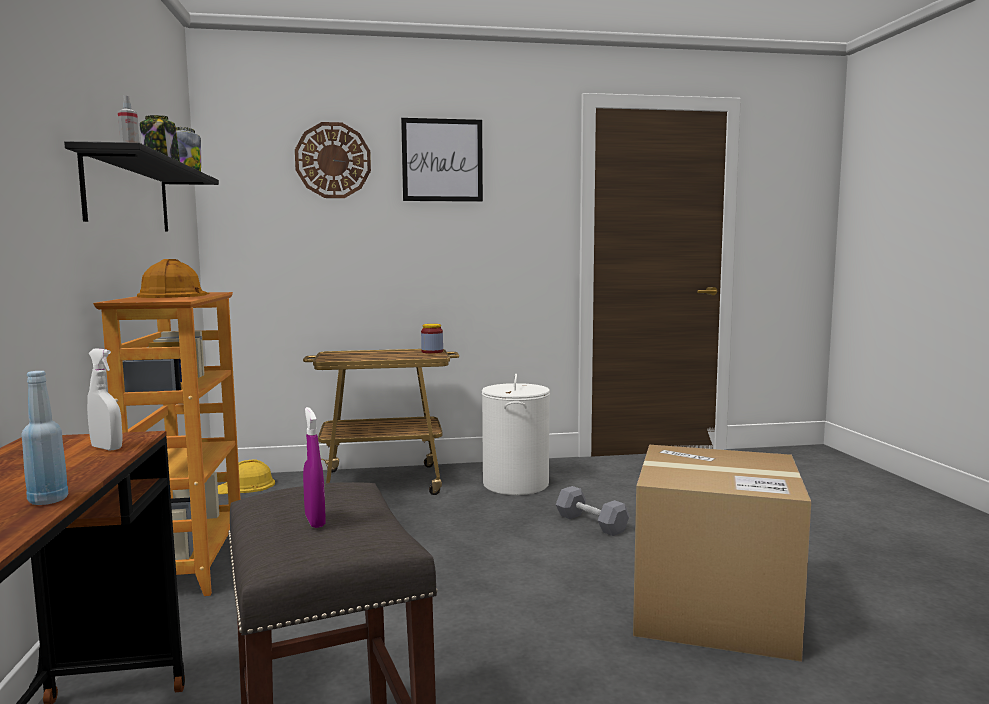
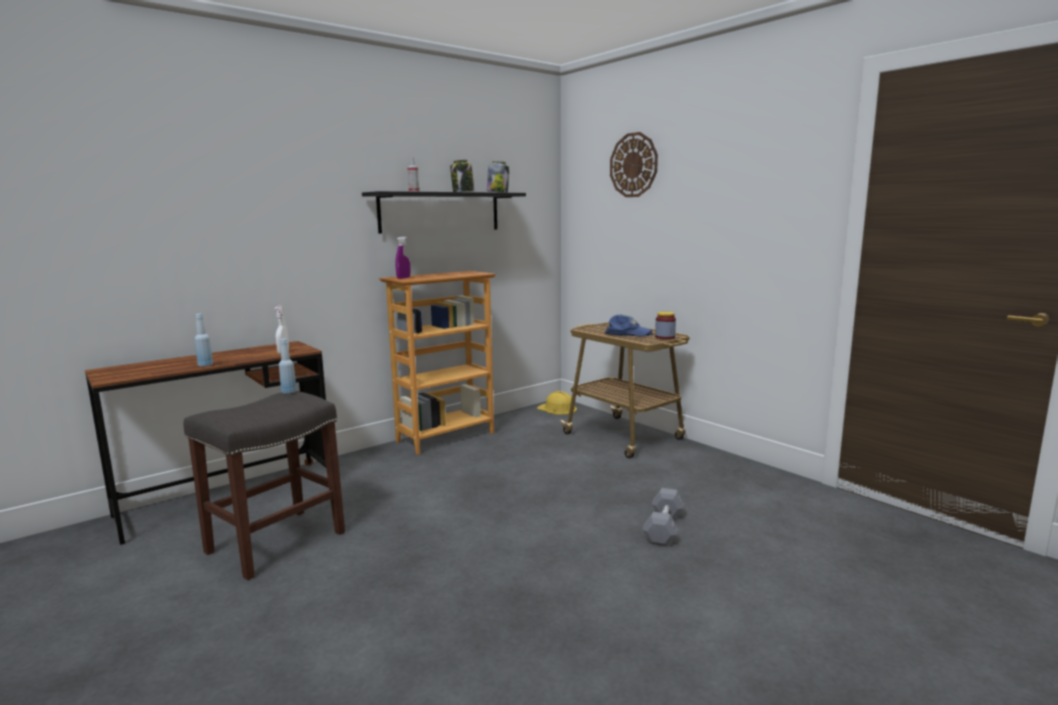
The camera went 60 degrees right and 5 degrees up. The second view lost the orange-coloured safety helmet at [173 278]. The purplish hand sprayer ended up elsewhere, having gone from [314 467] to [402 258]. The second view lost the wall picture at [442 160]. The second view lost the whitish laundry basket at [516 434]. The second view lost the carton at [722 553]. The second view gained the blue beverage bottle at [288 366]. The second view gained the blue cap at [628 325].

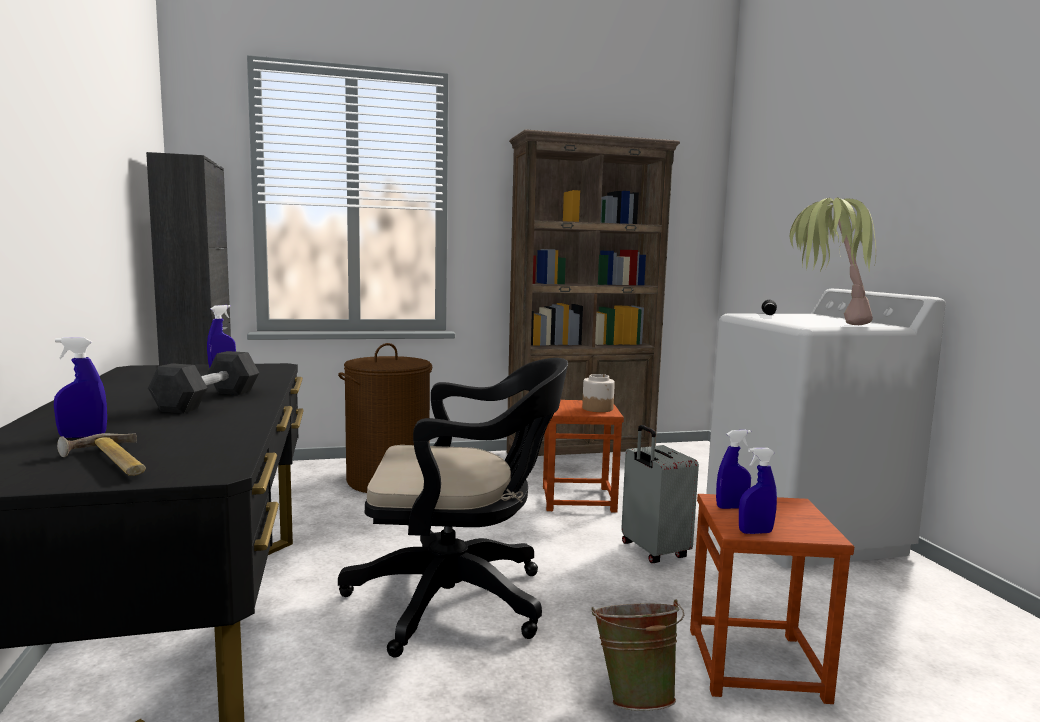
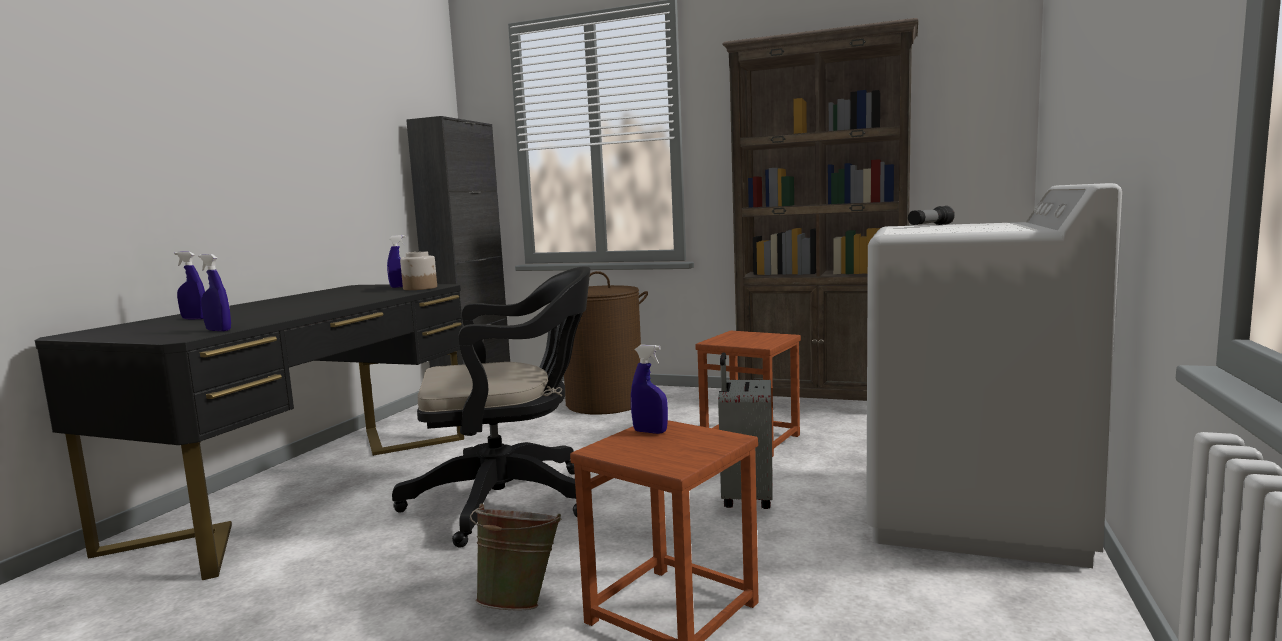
The camera went 35 degrees right and 0 degrees up. The second view lost the tool hammer at [101 454]. The second view lost the blackish free weight at [203 382]. The blackish desk chair at [453 508] ended up facing another way, 45 degrees counterclockwise from before. The preserve jar ended up elsewhere, having gone from [598 393] to [418 270]. The blue hand sprayer ended up elsewhere, having gone from [758 491] to [214 292]. The second view lost the potted plant at [833 261].

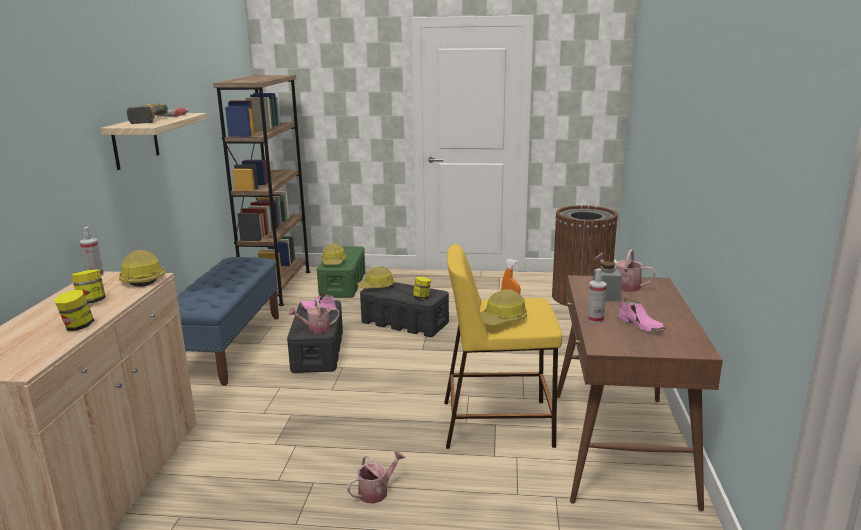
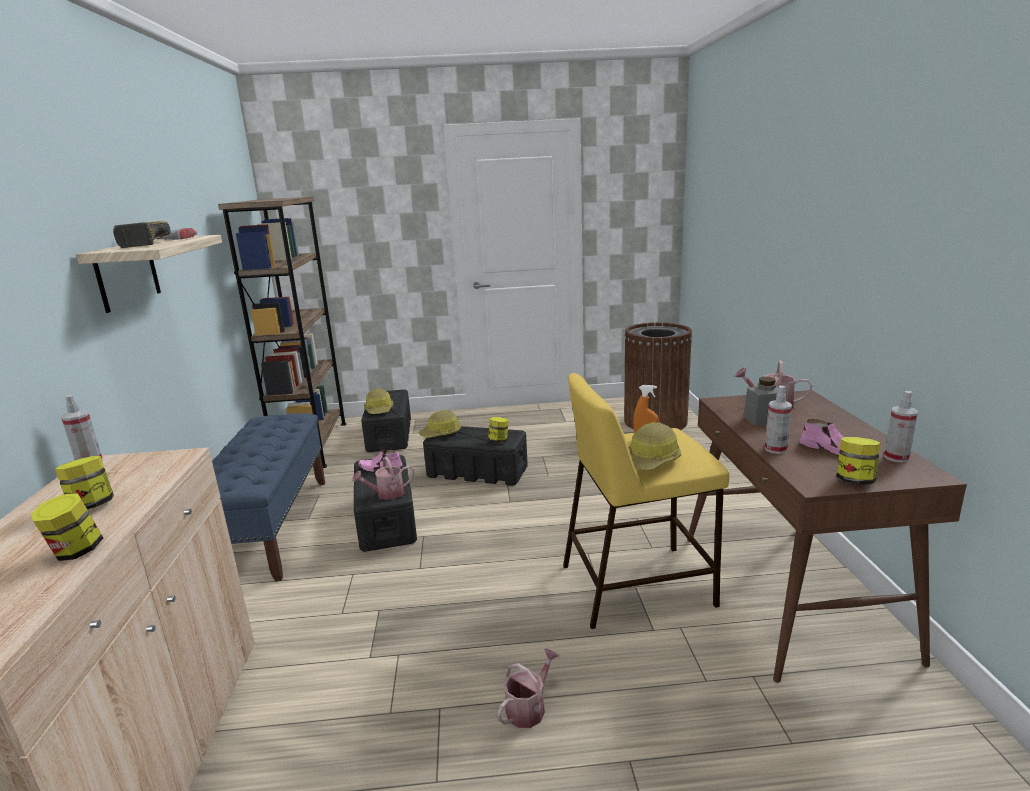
The camera went 10 degrees left and 0 degrees up. The second view lost the safety helmet at [142 268]. What was the green storage bin at [341 272] turned into the blackish storage bin at [386 420]. The second view gained the preserve jar at [859 460]. The second view gained the hand sprayer at [901 427].

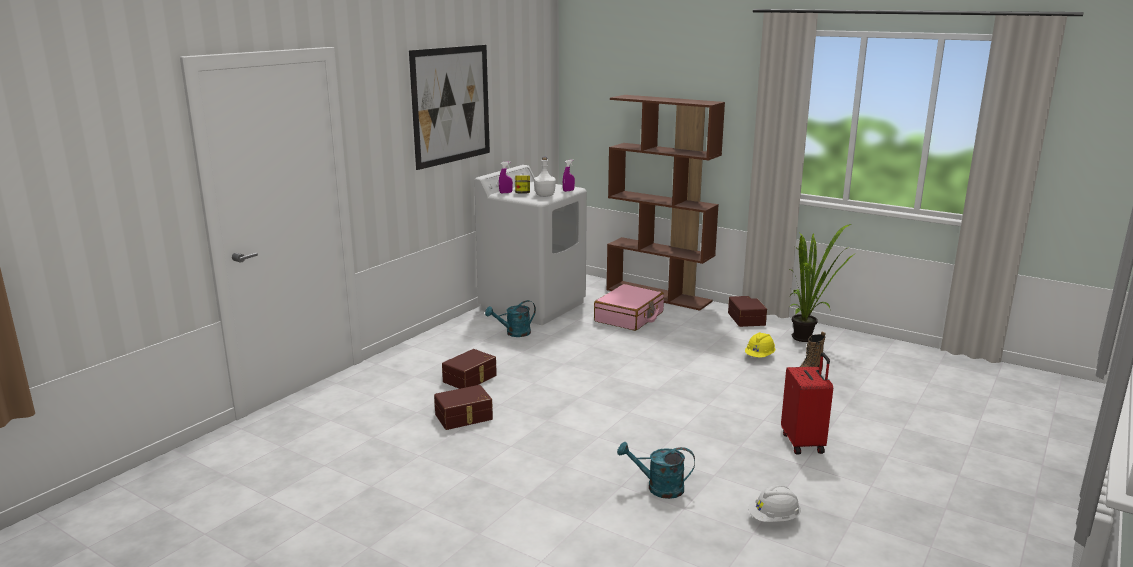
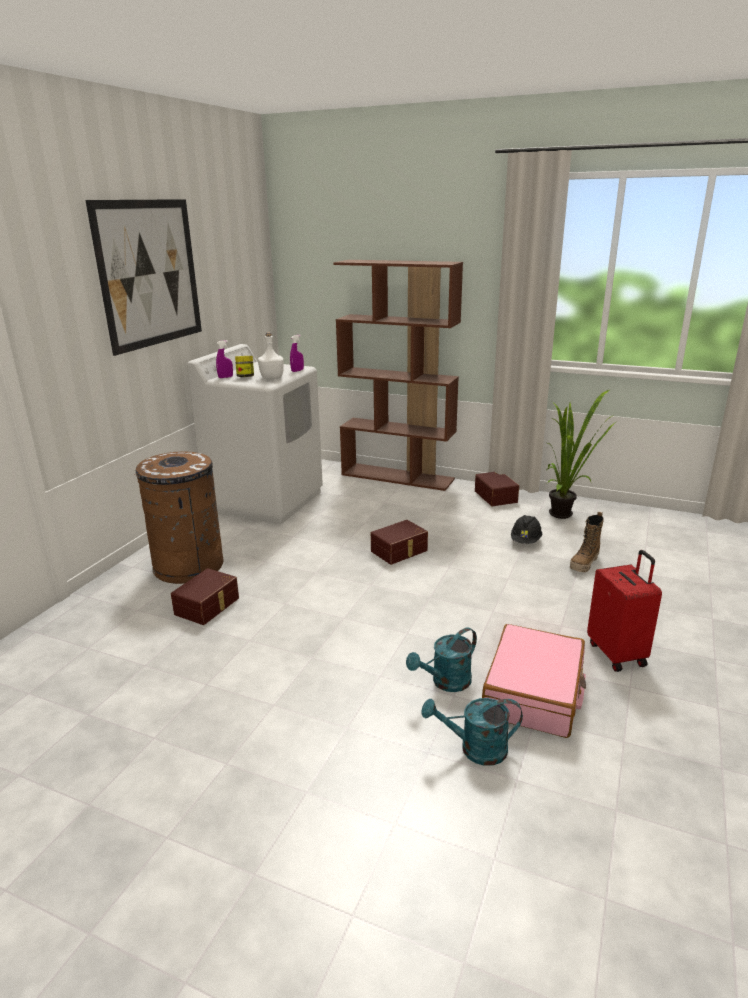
The camera went 10 degrees left and 5 degrees up. The brown storage bin ended up elsewhere, having gone from [463 407] to [399 542]. The blue-green watering can ended up elsewhere, having gone from [510 318] to [441 659]. The pink-coloured suitcase ended up elsewhere, having gone from [629 307] to [534 681]. What was the yellowish safety helmet at [760 345] turned into the blackish safety helmet at [526 529]. The second view lost the whitish safety helmet at [774 503]. The second view gained the brown waste bin at [179 518].

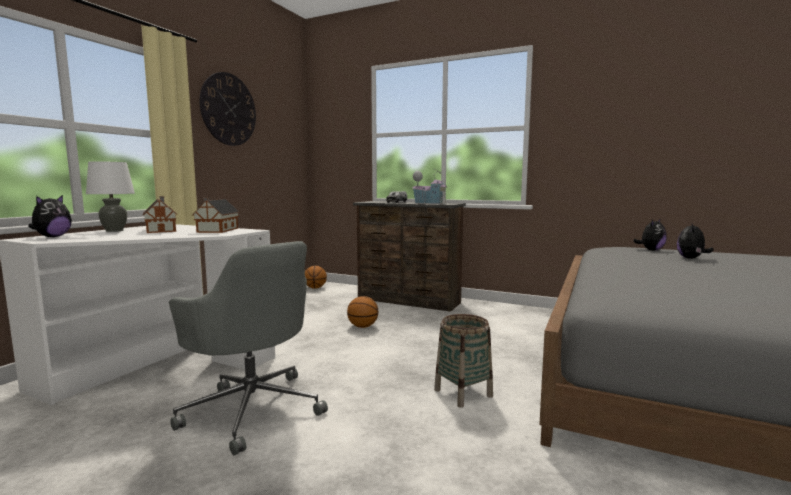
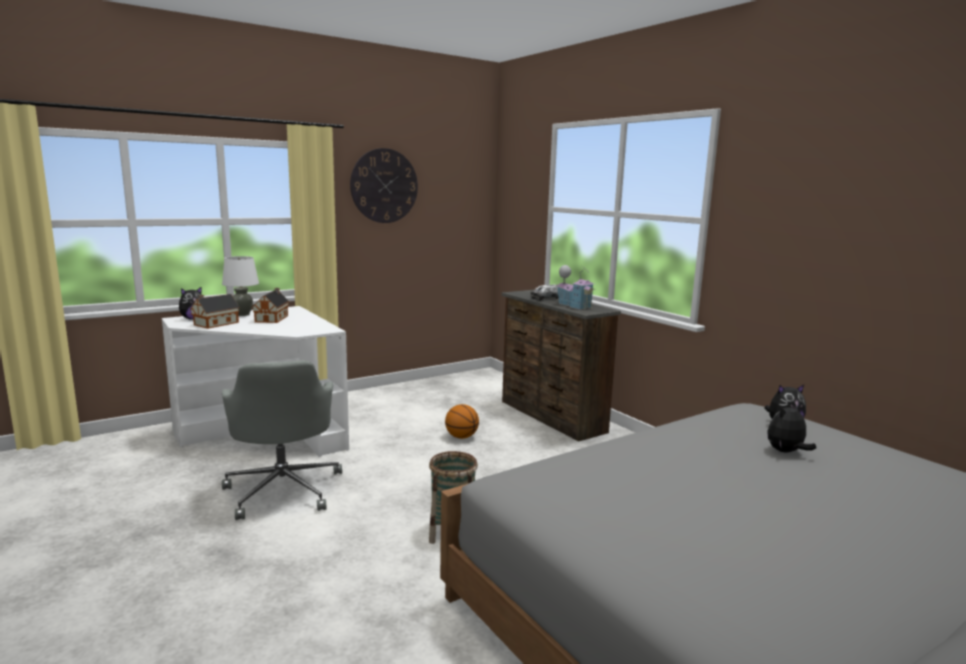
The camera went 30 degrees right and 5 degrees up. The toy house ended up elsewhere, having gone from [216 215] to [215 311]. The second view lost the basketball ball at [316 277].

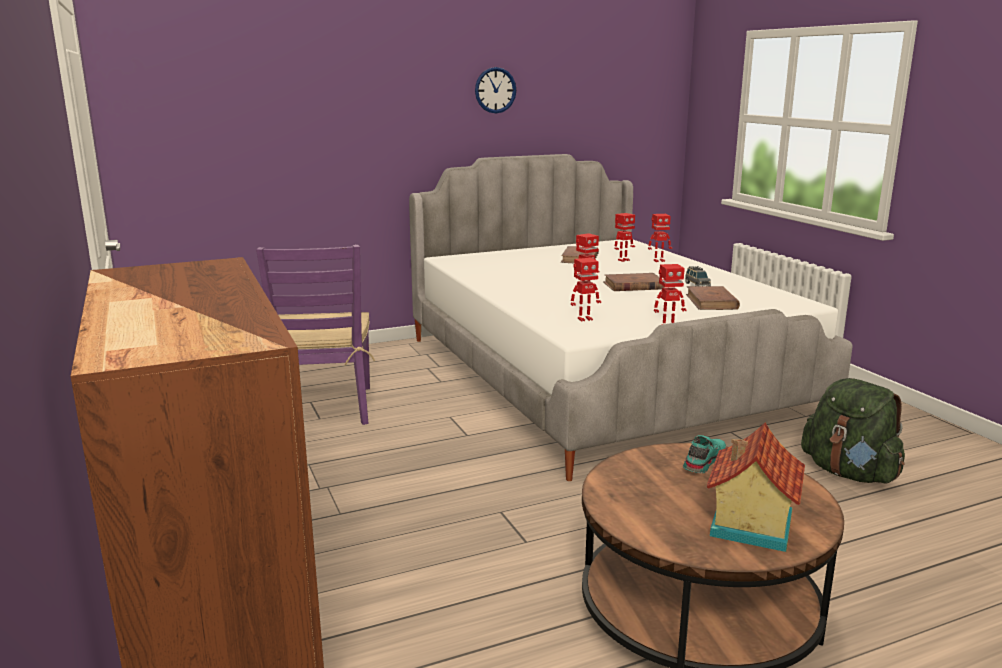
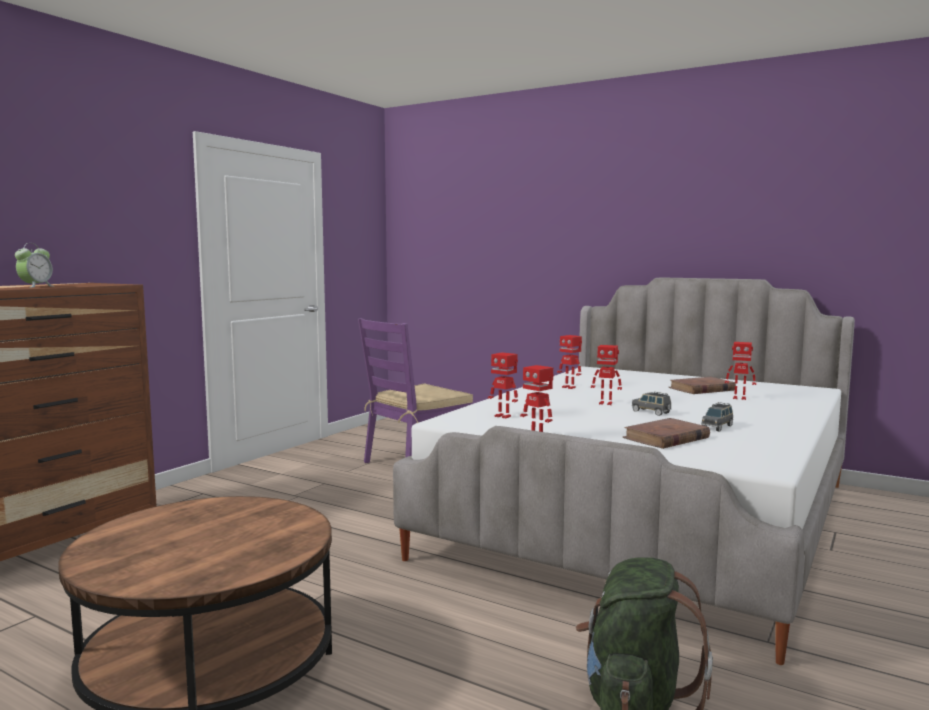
The camera went 55 degrees right and 10 degrees down. The second view lost the clock on the wall at [495 90]. Where the brown bound book stood at [634 282], the gray toy car came to stand at [651 404]. The toy robot ended up elsewhere, having gone from [660 238] to [569 362]. The second view lost the blue-green shoe at [704 454]. The second view lost the toy house at [756 487]. The second view gained the bedside clock at [34 265].

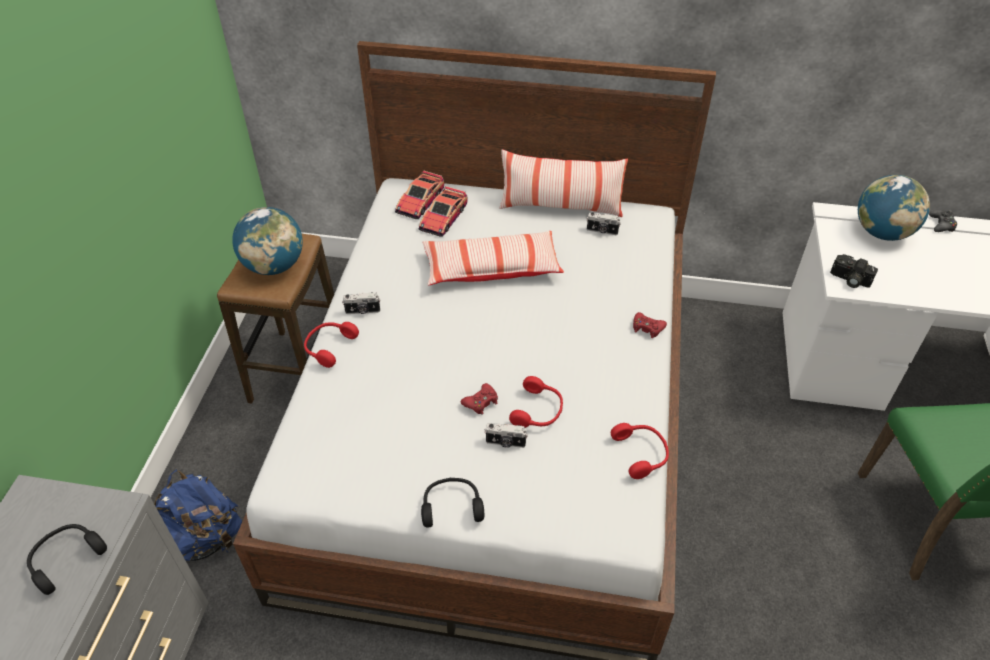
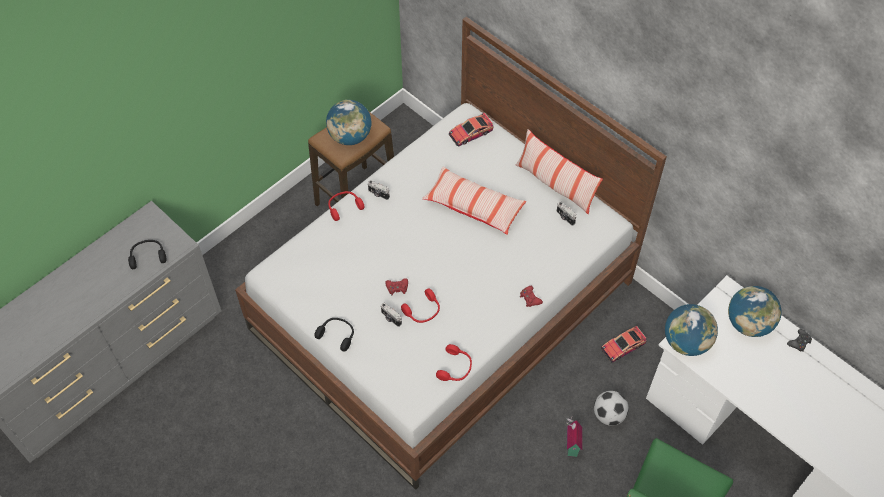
The camera went 35 degrees right and 10 degrees up. The second view lost the blue rucksack at [198 515]. The toy car ended up elsewhere, having gone from [443 211] to [624 344]. Where the photo camera stood at [854 271], the world globe came to stand at [691 330]. The second view gained the toy house at [574 436]. The second view gained the football at [611 408].

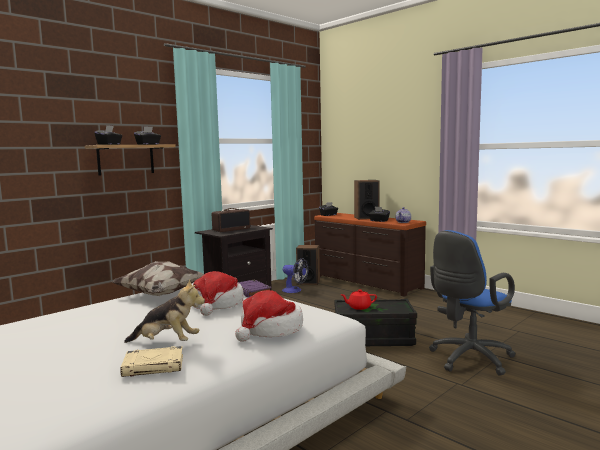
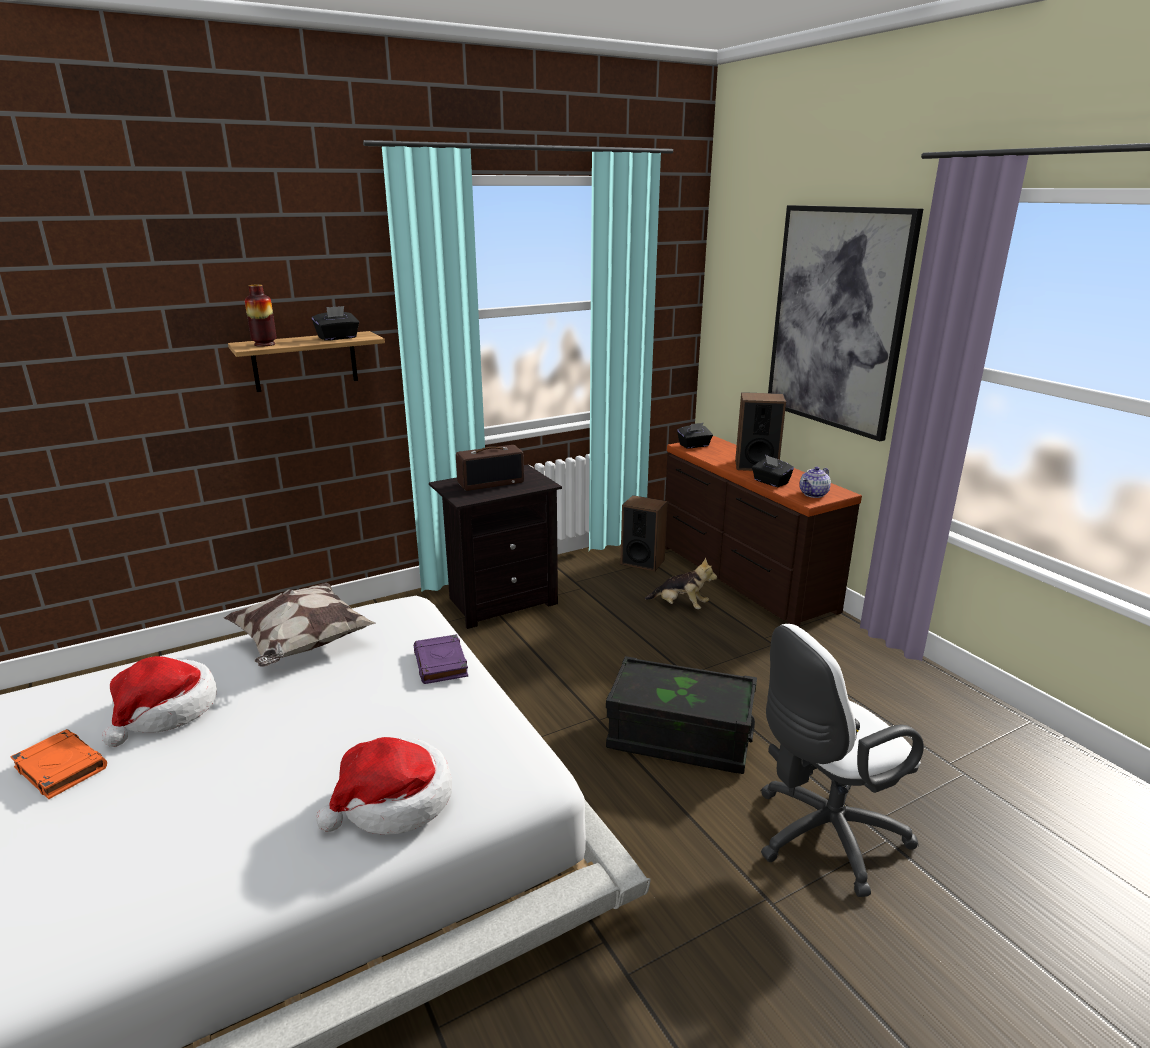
The camera went 15 degrees right and 15 degrees up. Where the blackish tissue holder stood at [108 135], the vase came to stand at [261 315]. The second view lost the beige bound book at [151 361]. The cuddly toy ended up elsewhere, having gone from [164 311] to [681 583]. The clothing hat ended up elsewhere, having gone from [218 293] to [159 701]. The second view lost the cooling fan at [295 275]. The second view lost the red-coloured pot for tea at [358 299]. What was the blue desk chair at [472 303] turned into the whitish desk chair at [842 760]. The second view gained the orange-coloured bound book at [58 764]. The second view gained the wall picture at [845 323].

